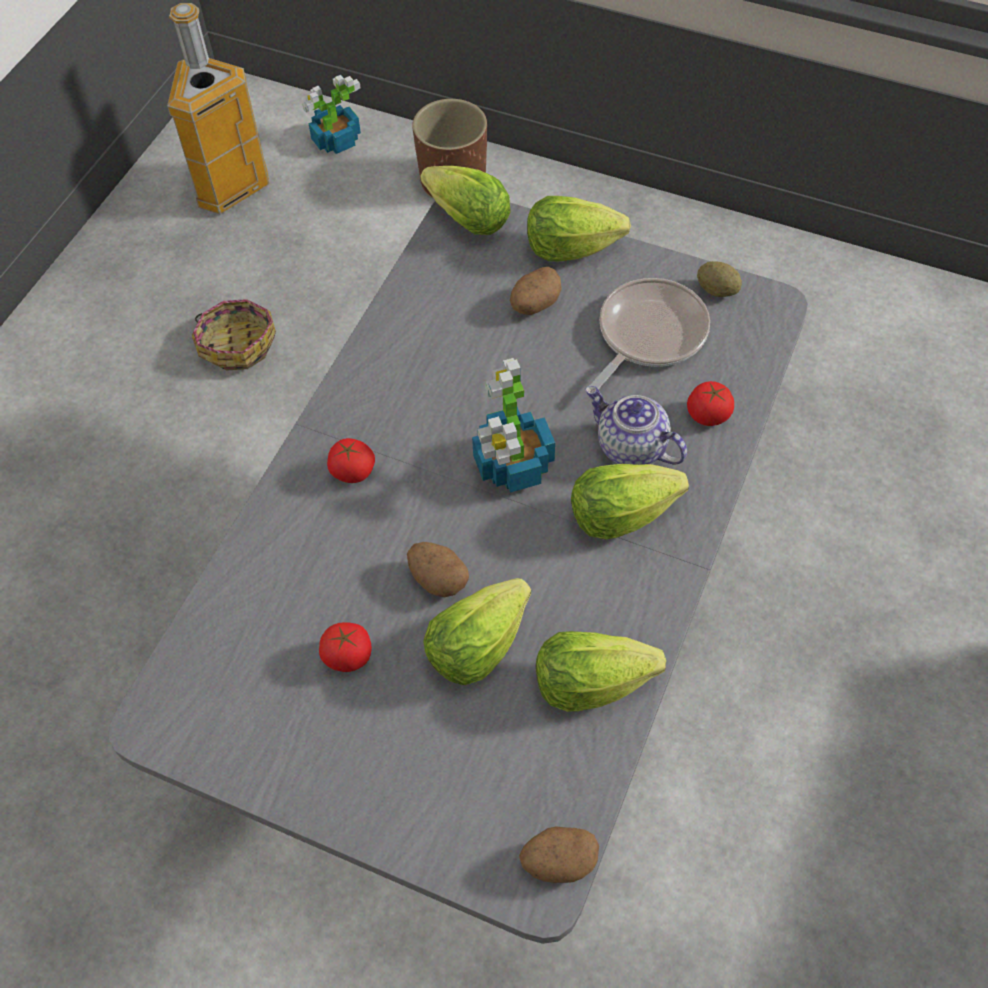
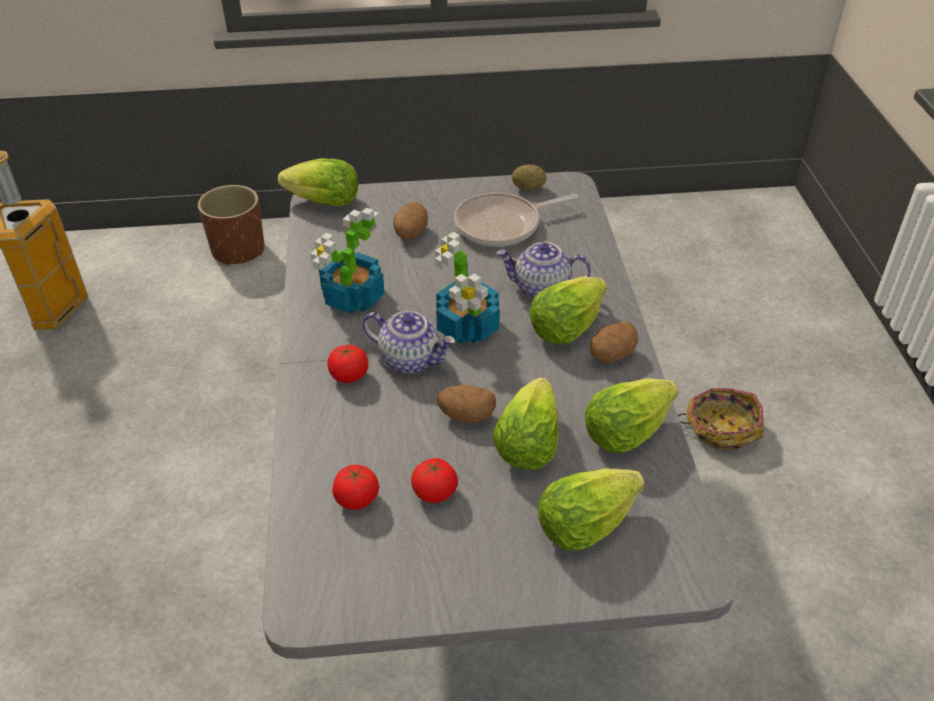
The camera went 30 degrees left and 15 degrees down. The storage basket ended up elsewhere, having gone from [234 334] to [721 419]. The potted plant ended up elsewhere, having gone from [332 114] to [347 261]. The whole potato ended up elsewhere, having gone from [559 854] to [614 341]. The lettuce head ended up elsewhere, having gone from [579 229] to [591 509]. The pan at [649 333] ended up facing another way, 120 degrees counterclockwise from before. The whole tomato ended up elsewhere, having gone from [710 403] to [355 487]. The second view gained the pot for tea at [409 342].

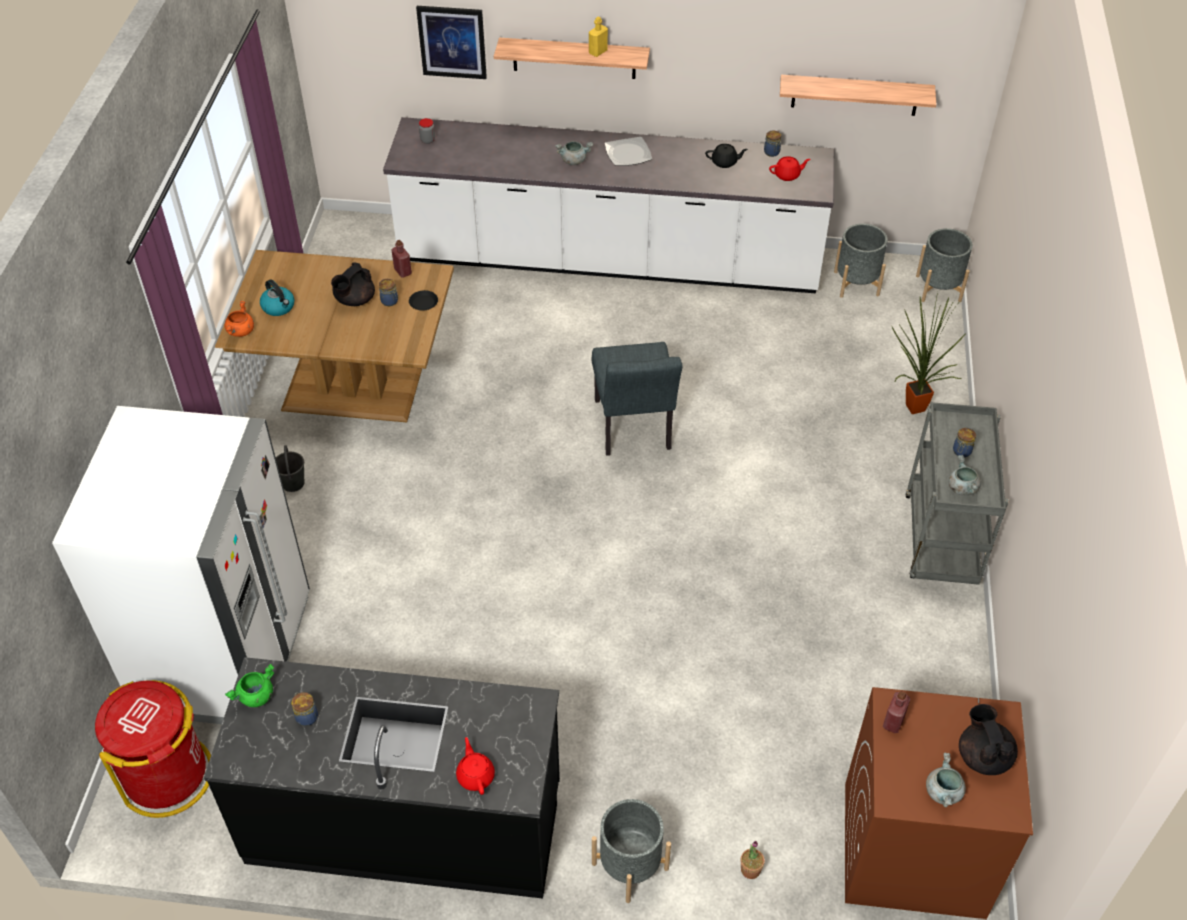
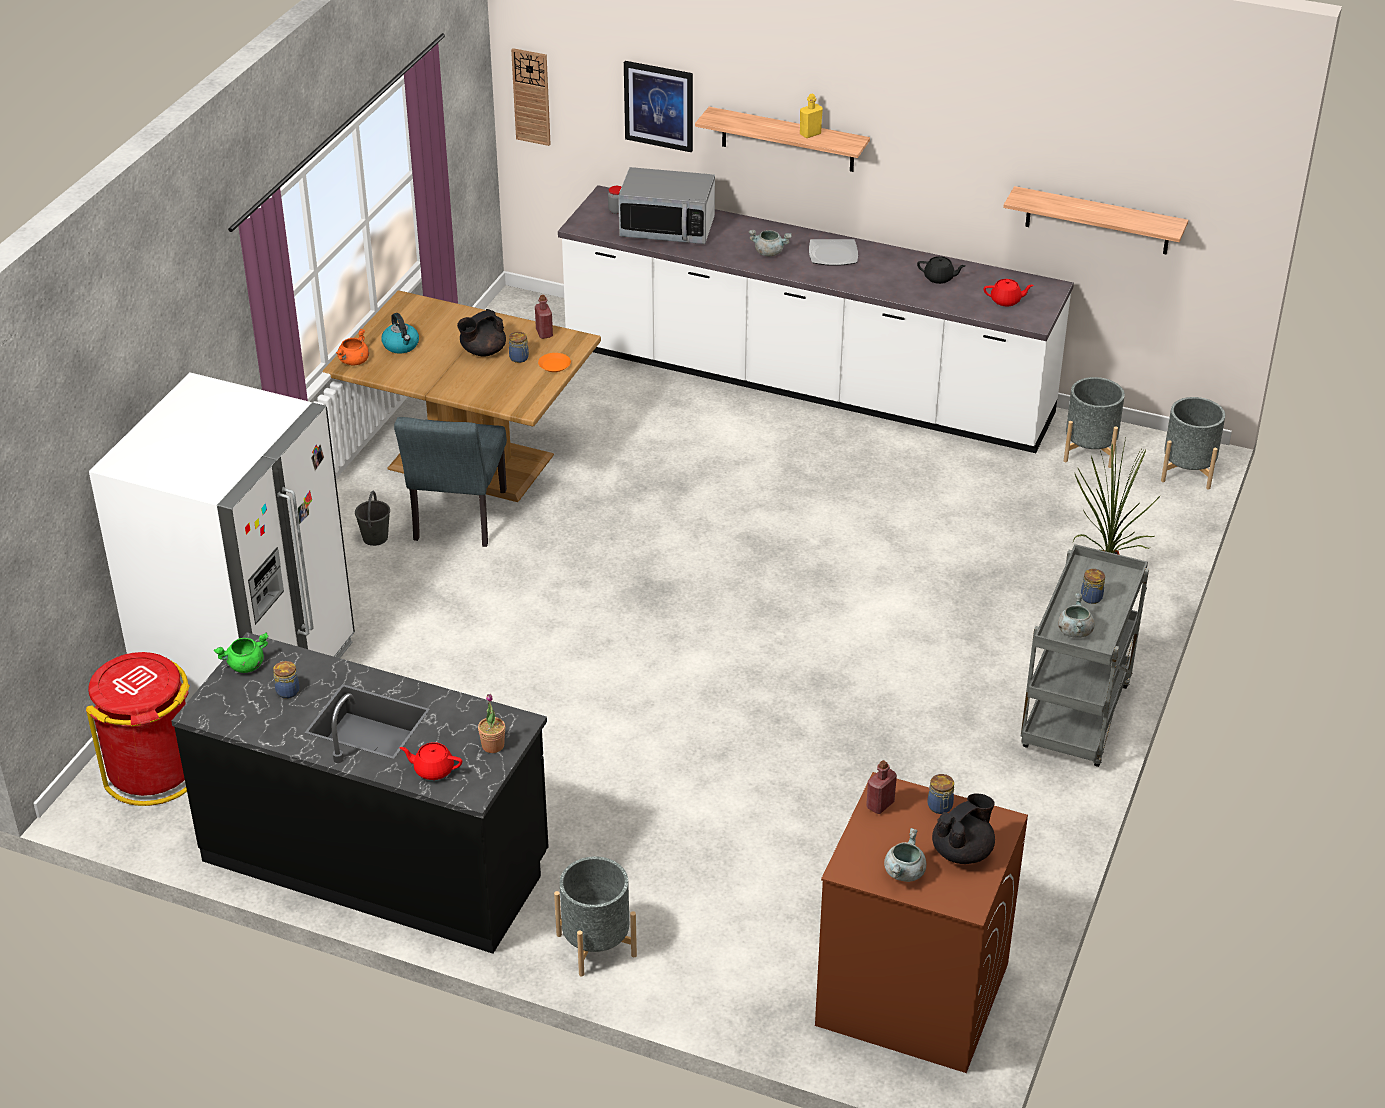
The camera went 15 degrees right and 10 degrees down. What was the blackish dinner plate at [423 300] turned into the orange-coloured dinner plate at [554 362]. The red-coloured pot for tea at [475 766] ended up facing another way, 75 degrees counterclockwise from before. The gray chair ended up elsewhere, having gone from [637 398] to [450 482]. The potted plant ended up elsewhere, having gone from [753 860] to [491 723]. The preserve jar ended up elsewhere, having gone from [772 144] to [941 794]. The blackish pot for tea at [988 739] ended up facing another way, 45 degrees clockwise from before. The second view gained the clock on the wall at [531 97]. The second view gained the microwave oven at [666 205].

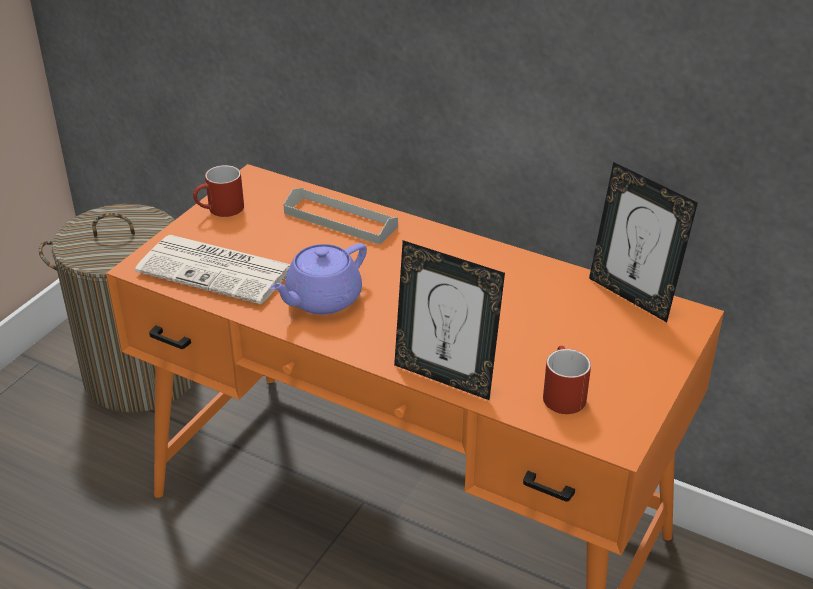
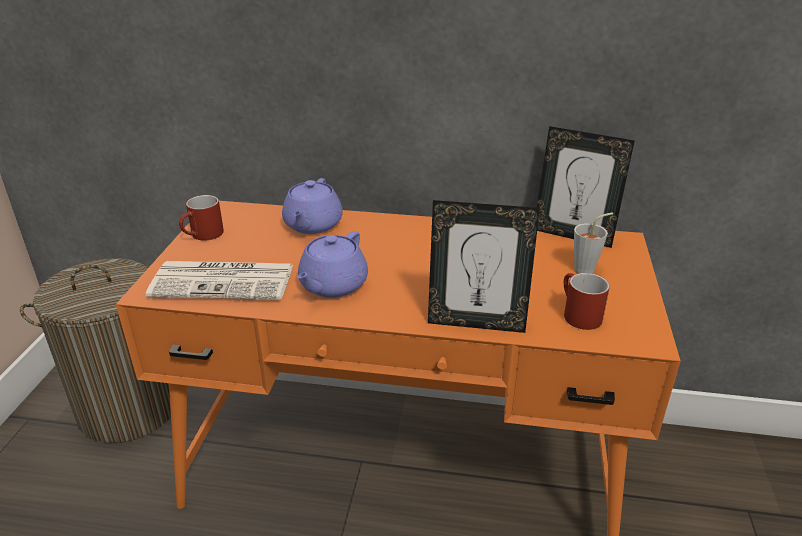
The camera went 20 degrees left and 5 degrees down. Where the gray tray stood at [340 216], the purplish pot for tea came to stand at [312 206]. The second view gained the gray cup at [593 243].

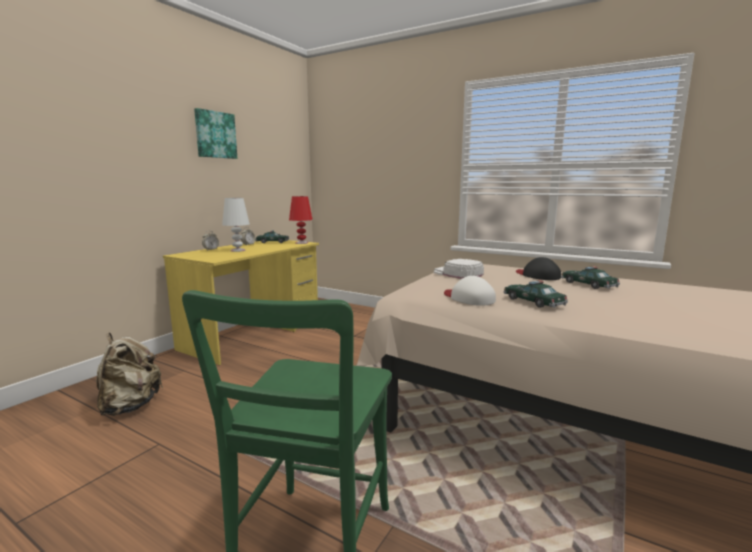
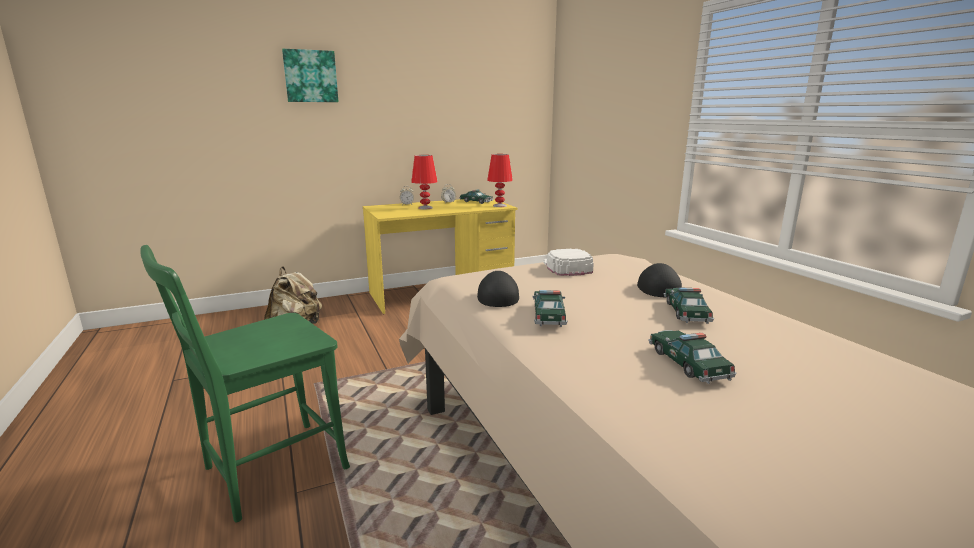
The camera went 35 degrees right and 5 degrees up. The wall picture ended up elsewhere, having gone from [215 133] to [310 75]. What was the whitish lamp for a table at [236 225] turned into the red-coloured lamp for a table at [424 182]. What was the whitish cap at [470 291] turned into the blackish cap at [498 289]. The second view gained the toy car at [692 357].

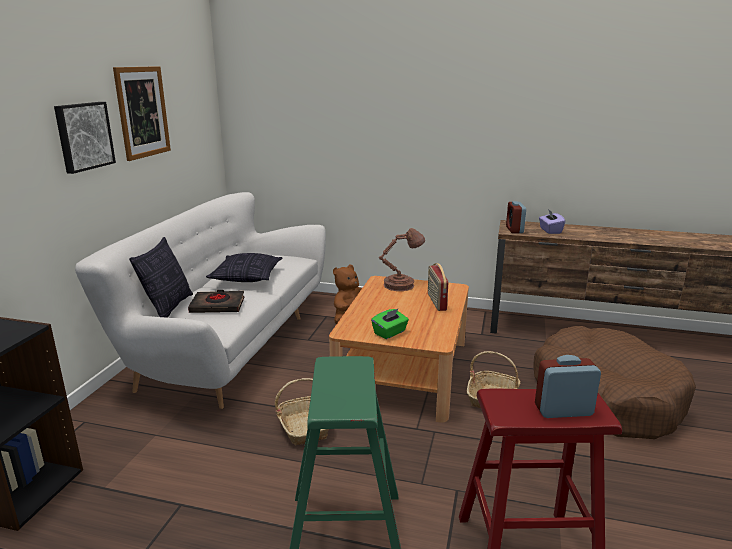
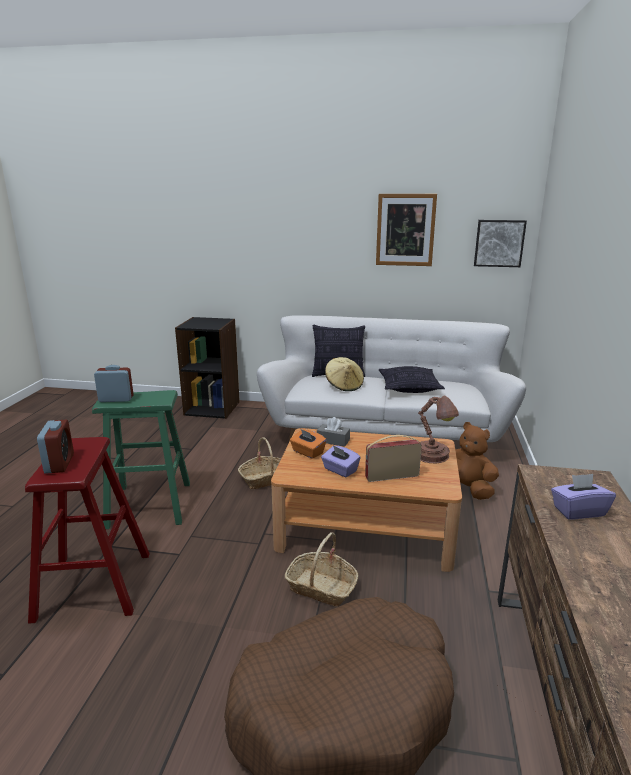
The camera went 85 degrees right and 0 degrees up. The wall picture ended up elsewhere, having gone from [85 138] to [500 243]. Where the blackish bound book stood at [216 301], the beige clothing hat came to stand at [344 374]. What was the green tissue holder at [390 323] turned into the orange-coloured tissue holder at [308 444]. The bedside clock ended up elsewhere, having gone from [516 217] to [114 383]. The second view gained the gray tissue holder at [333 432]. The second view gained the purplish tissue holder at [341 461].

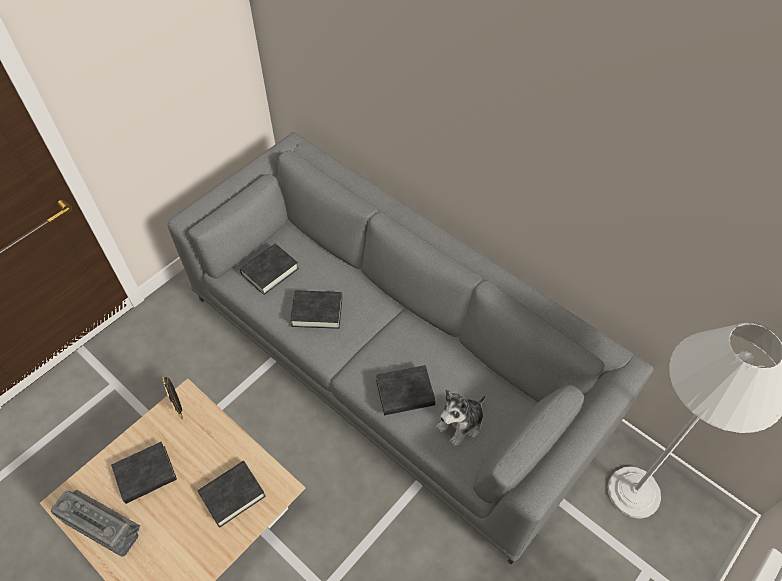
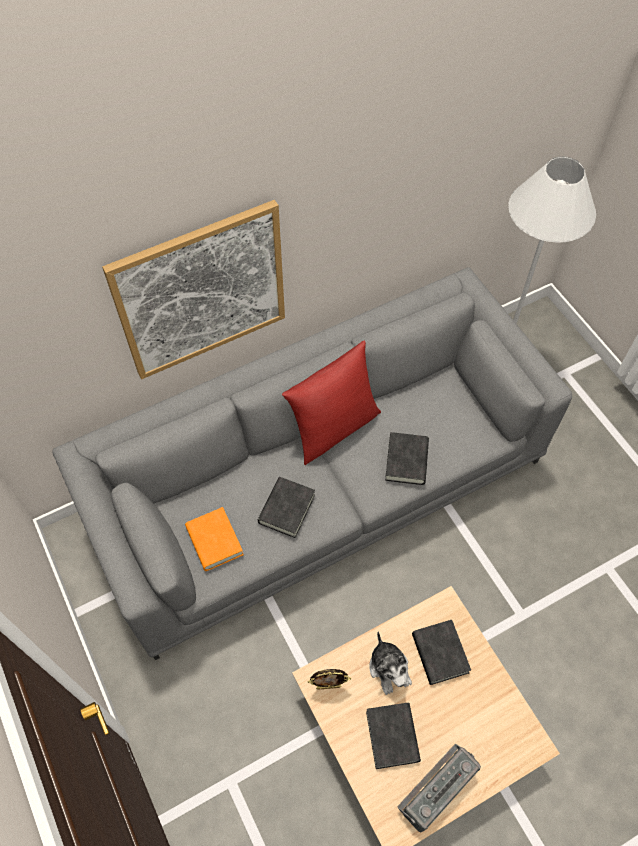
The camera went 70 degrees left and 5 degrees up. What was the blackish bound book at [269 269] turned into the orange-coloured bound book at [214 539]. The cuddly toy ended up elsewhere, having gone from [461 418] to [390 663]. The second view gained the wall picture at [193 289]. The second view gained the red-coloured throw pillow at [331 403].

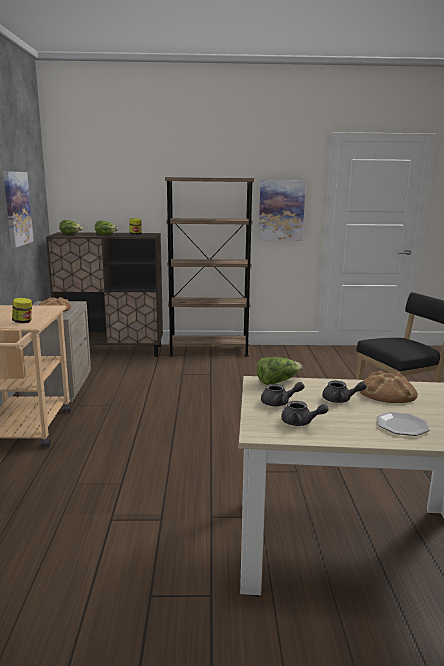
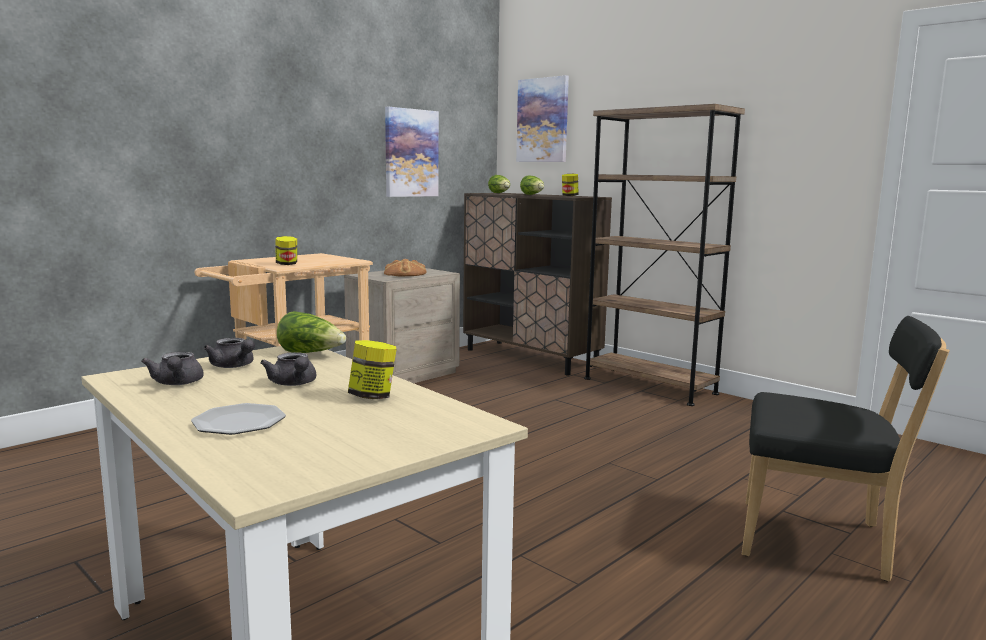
The camera went 45 degrees right and 5 degrees down. The wall picture ended up elsewhere, having gone from [282 210] to [542 118]. Where the bakery bread stood at [388 387], the preserve jar came to stand at [372 369].

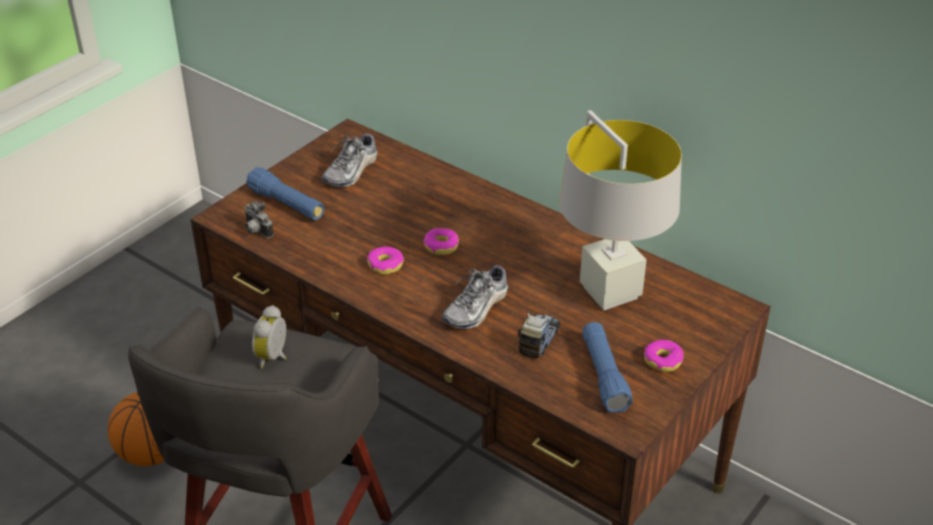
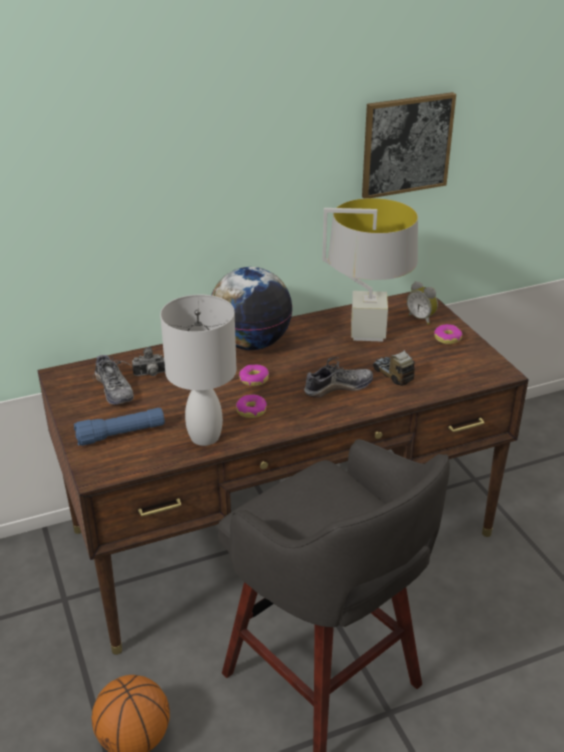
The camera went 60 degrees left and 5 degrees down. The photo camera ended up elsewhere, having gone from [259 219] to [148 361]. The bedside clock ended up elsewhere, having gone from [269 336] to [422 303]. The shoe at [474 297] ended up facing another way, 90 degrees counterclockwise from before. The second view lost the blue flashlight at [607 367]. The second view gained the whitish lamp for a table at [198 370]. The second view gained the world globe at [252 308]. The second view gained the wall picture at [409 145].

